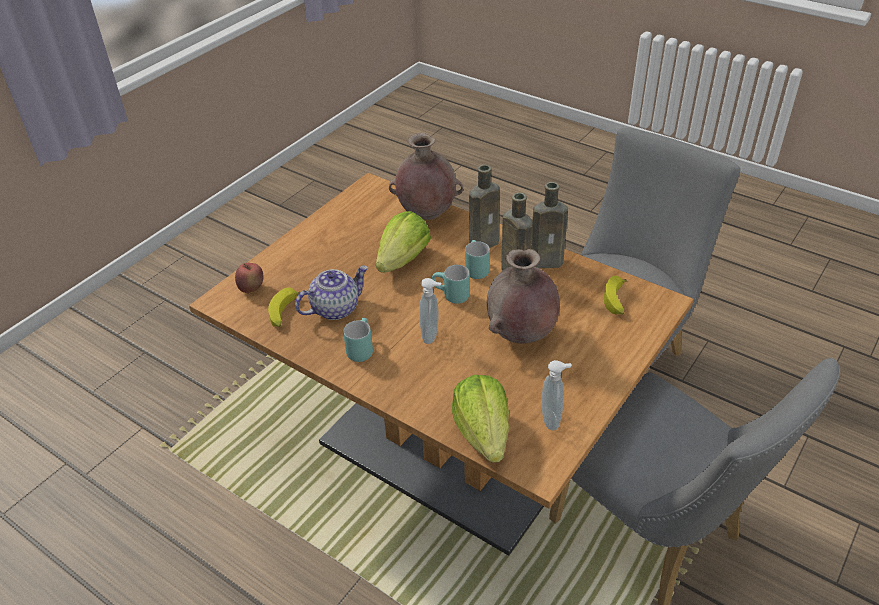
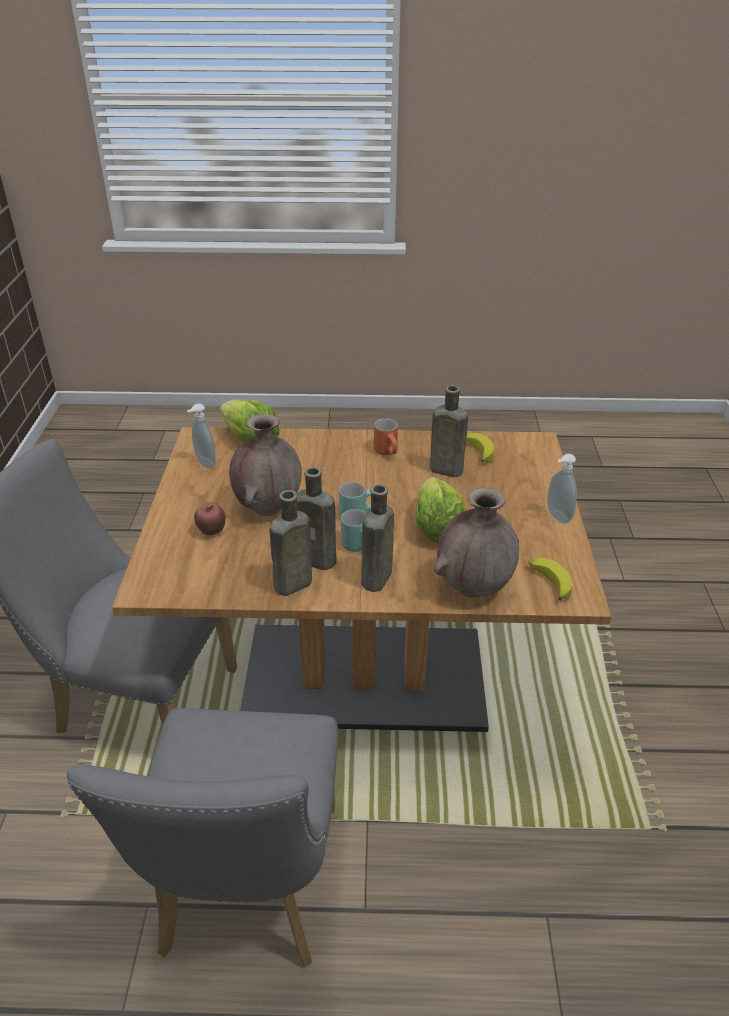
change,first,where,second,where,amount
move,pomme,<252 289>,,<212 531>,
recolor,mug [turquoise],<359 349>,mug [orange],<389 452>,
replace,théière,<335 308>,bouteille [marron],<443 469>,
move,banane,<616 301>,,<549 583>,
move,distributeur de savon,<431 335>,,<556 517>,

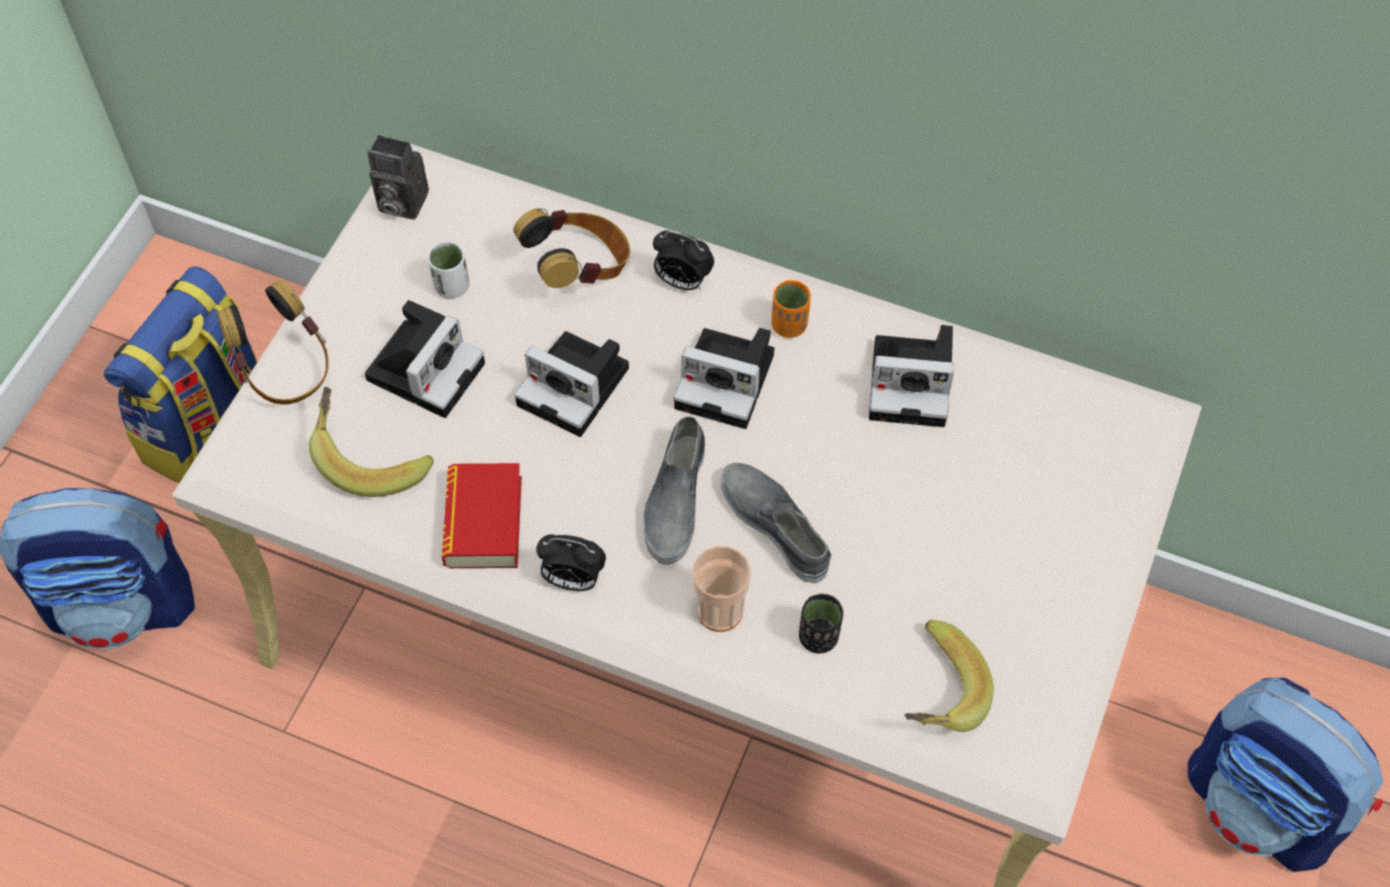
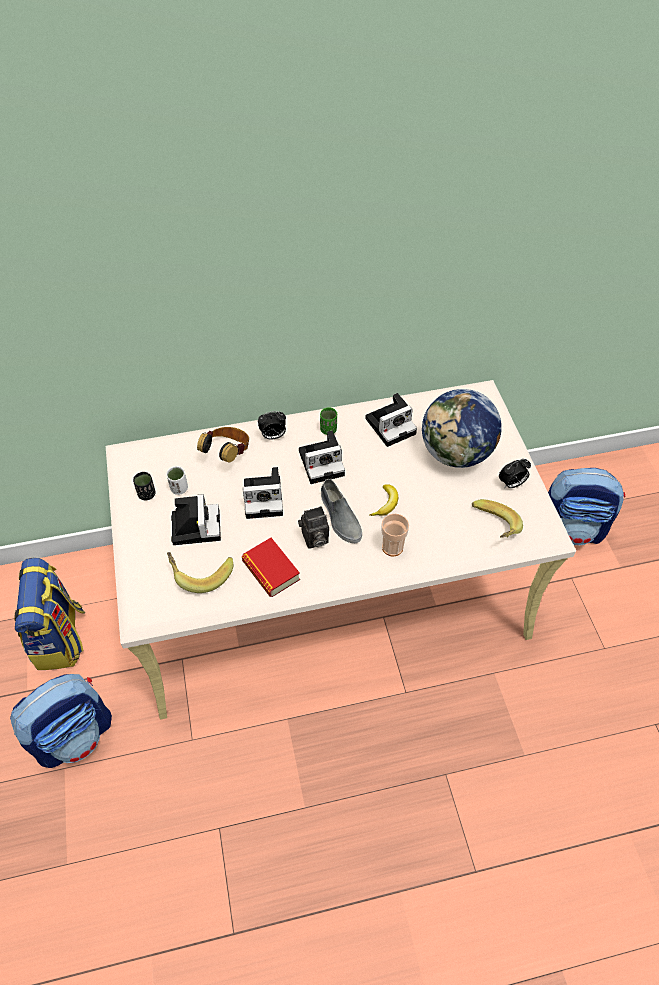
change,first,where,second,where,amount
move,tasse [noir],<818 637>,,<147 494>,
move,appareil photo,<399 203>,,<314 539>,
recolor,tasse [orange],<789 325>,tasse [vert],<328 429>,
replace,chaussure [gris],<776 525>,banane,<386 503>,
insert,,,globe,<456 453>,
move,réveil,<572 580>,,<511 484>,
delete,casque audio,<286 370>,,,

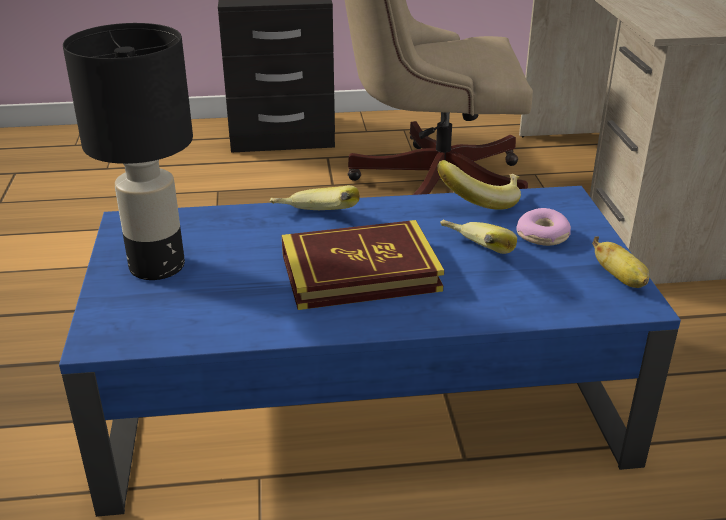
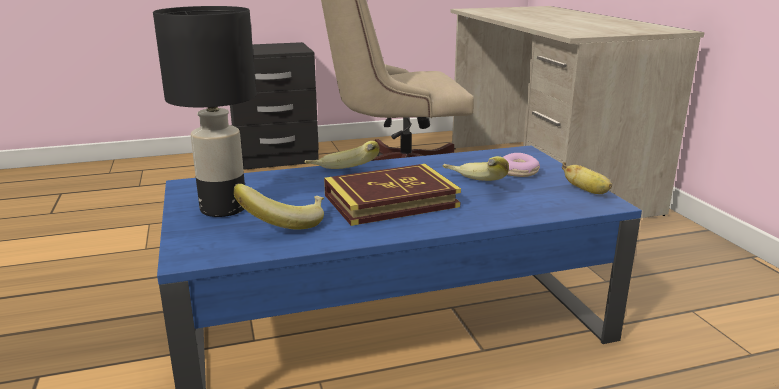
change,first,where,second,where,amount
move,banane,<480 200>,,<285 223>,

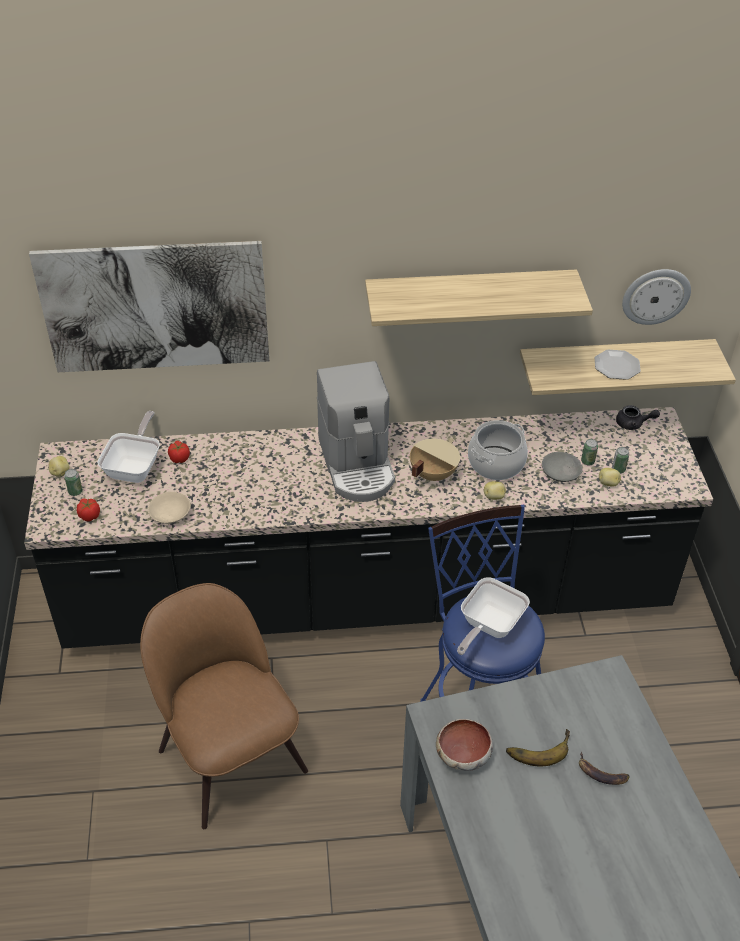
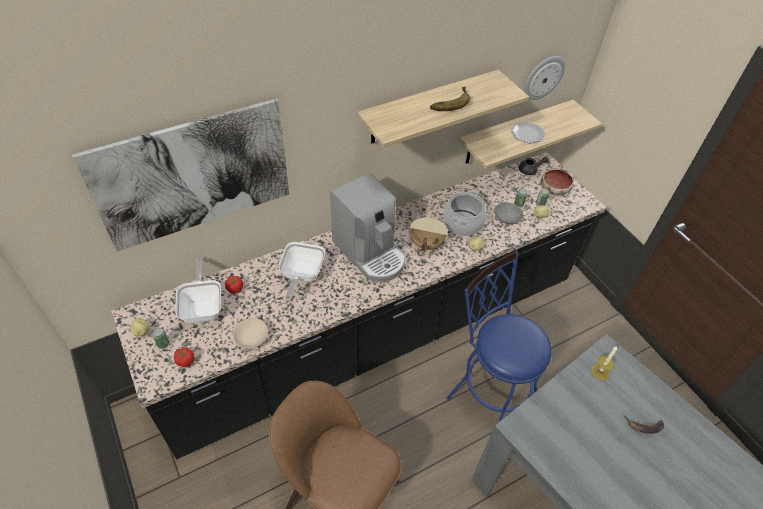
change,first,where,second,where,amount
move,poêle,<488 626>,,<301 276>,
move,banane,<537 747>,,<448 102>,
move,bol,<463 754>,,<554 189>,
insert,,,bougie,<600 372>,

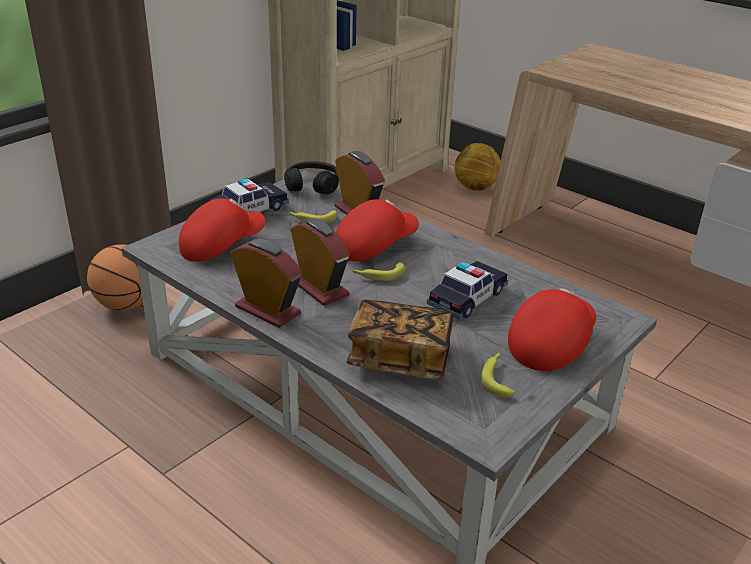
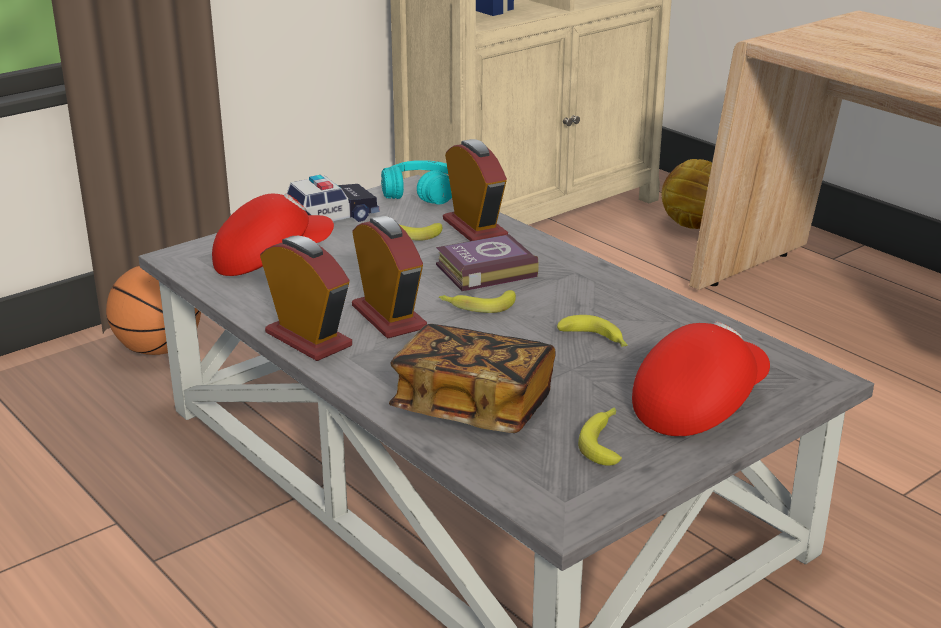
change,first,where,second,where,amount
recolor,casque audio [noir],<312 185>,casque audio [turquoise],<421 193>,
replace,casquette [rouge],<374 246>,livre,<483 270>,
replace,petite voiture,<467 298>,banane,<596 340>,

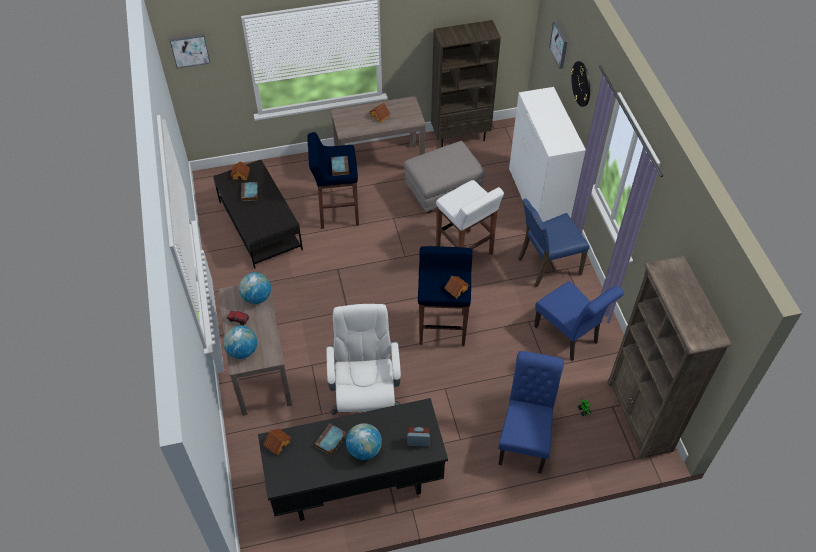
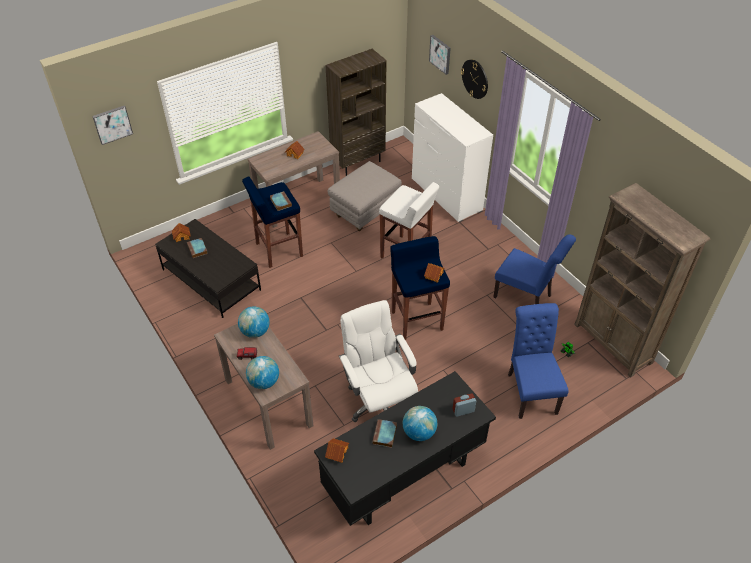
change,first,where,second,where,amount
delete,chaise [bleu],<547 265>,,,

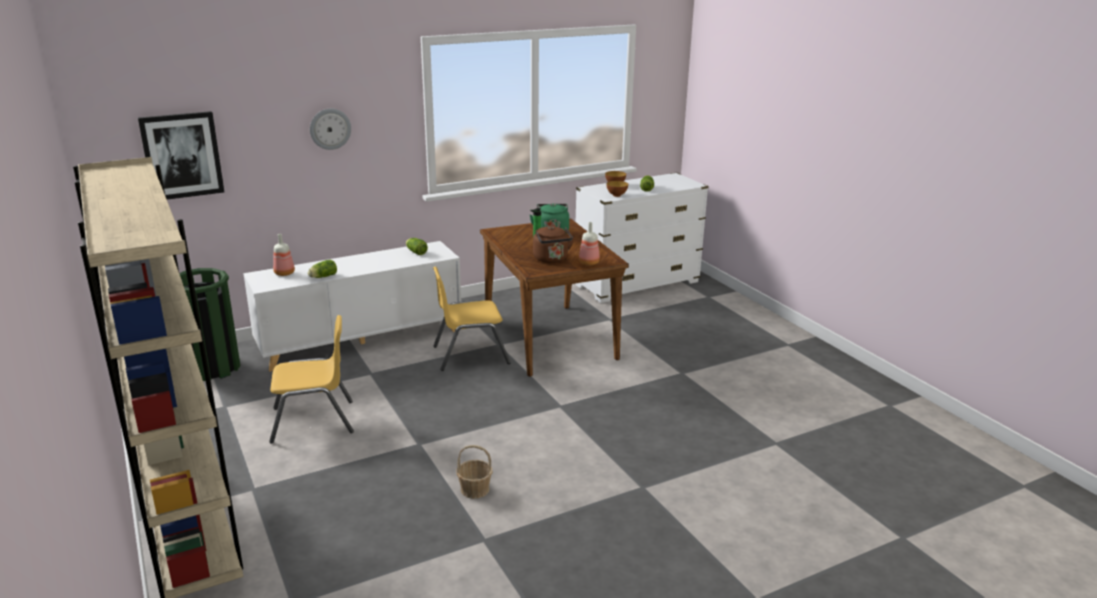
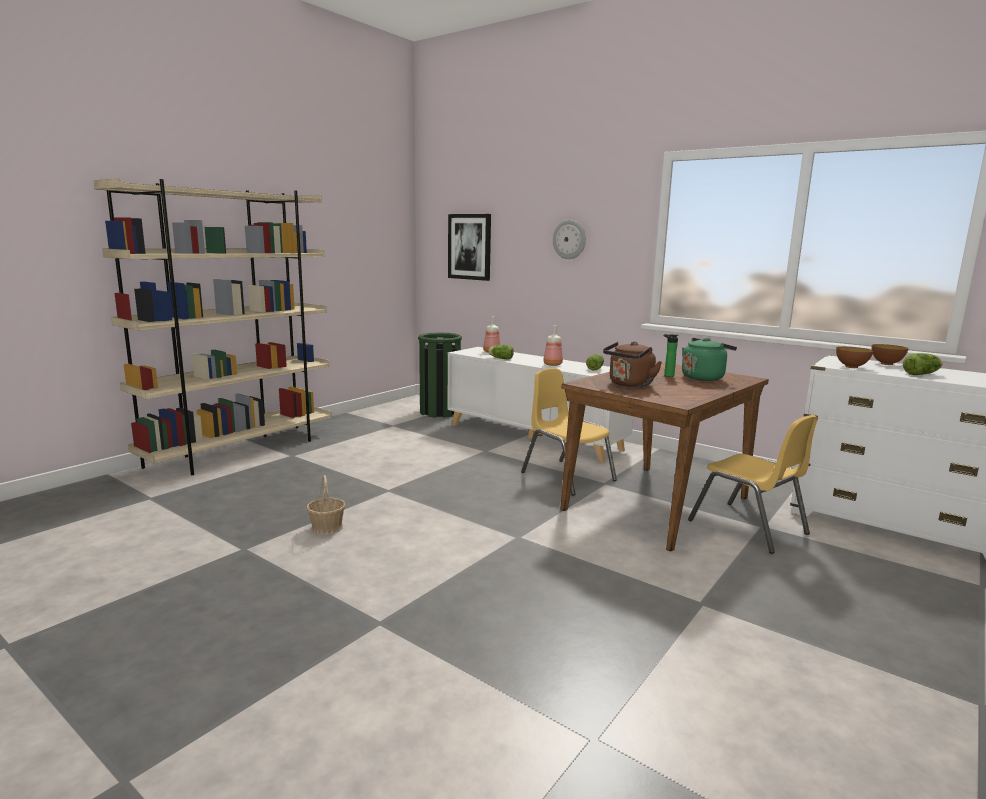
change,first,where,second,where,amount
move,bouteille,<589 263>,,<552 364>,
move,chaise [jaune],<313 421>,,<748 527>,

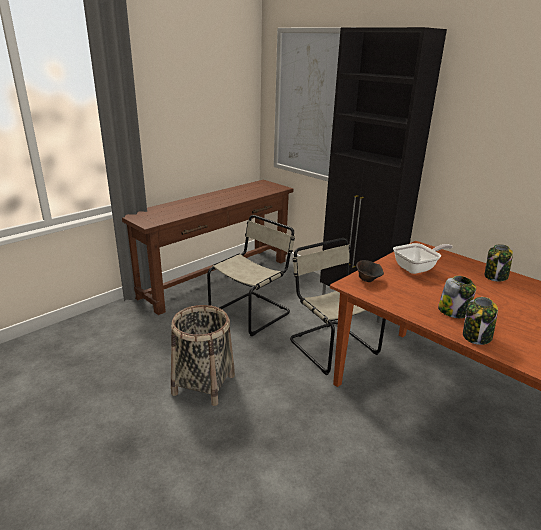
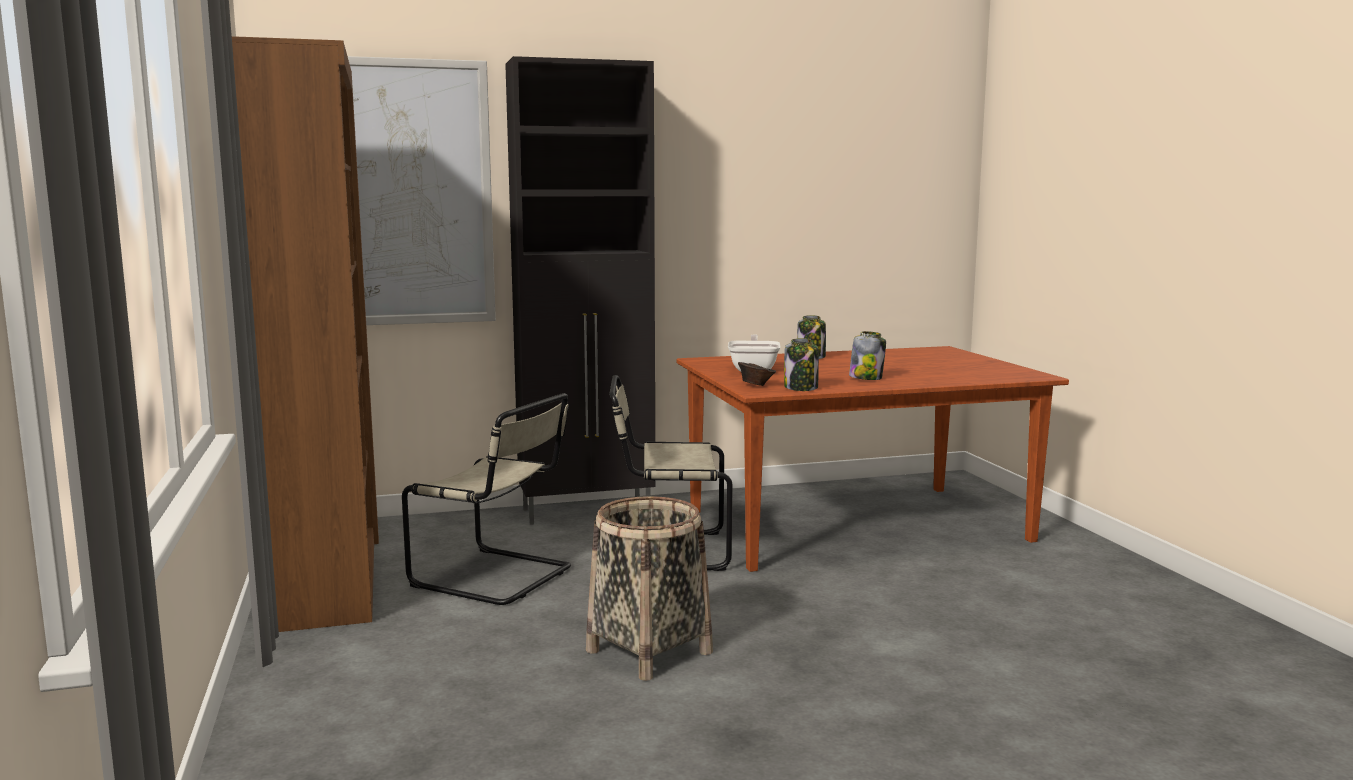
change,first,where,second,where,amount
replace,table console [marron],<216 278>,bibliothèque [marron],<323 580>,
rotate,chaise [beige],<252 312>,,<497 577>,135 degrees clockwise
move,bocal,<476 337>,,<801 388>,

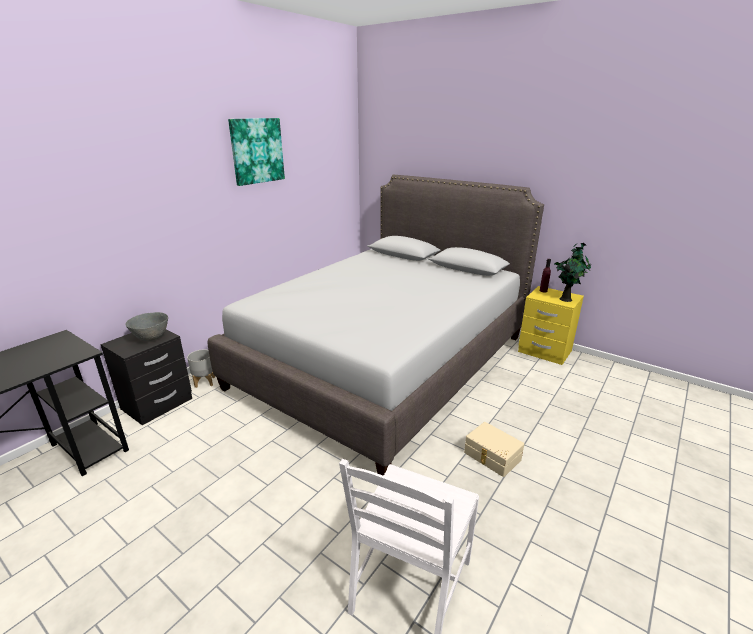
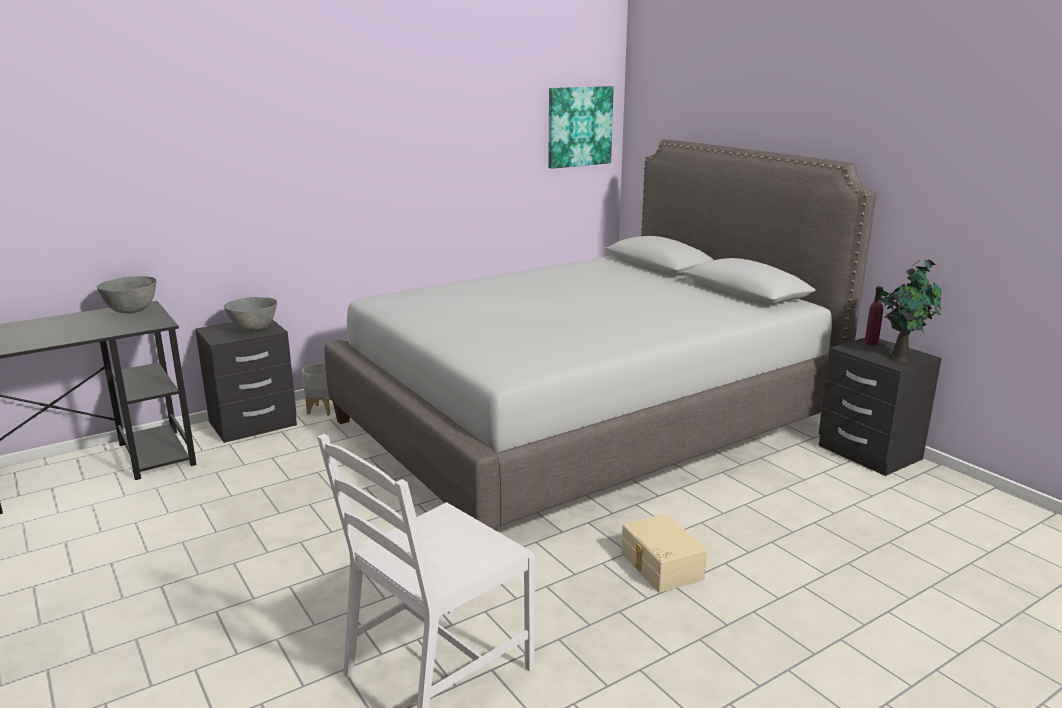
change,first,where,second,where,amount
insert,,,bol [gris],<131 311>,
move,tableau,<257 151>,,<579 126>,
recolor,table de chevet [jaune],<544 351>,table de chevet [noir],<869 453>,

